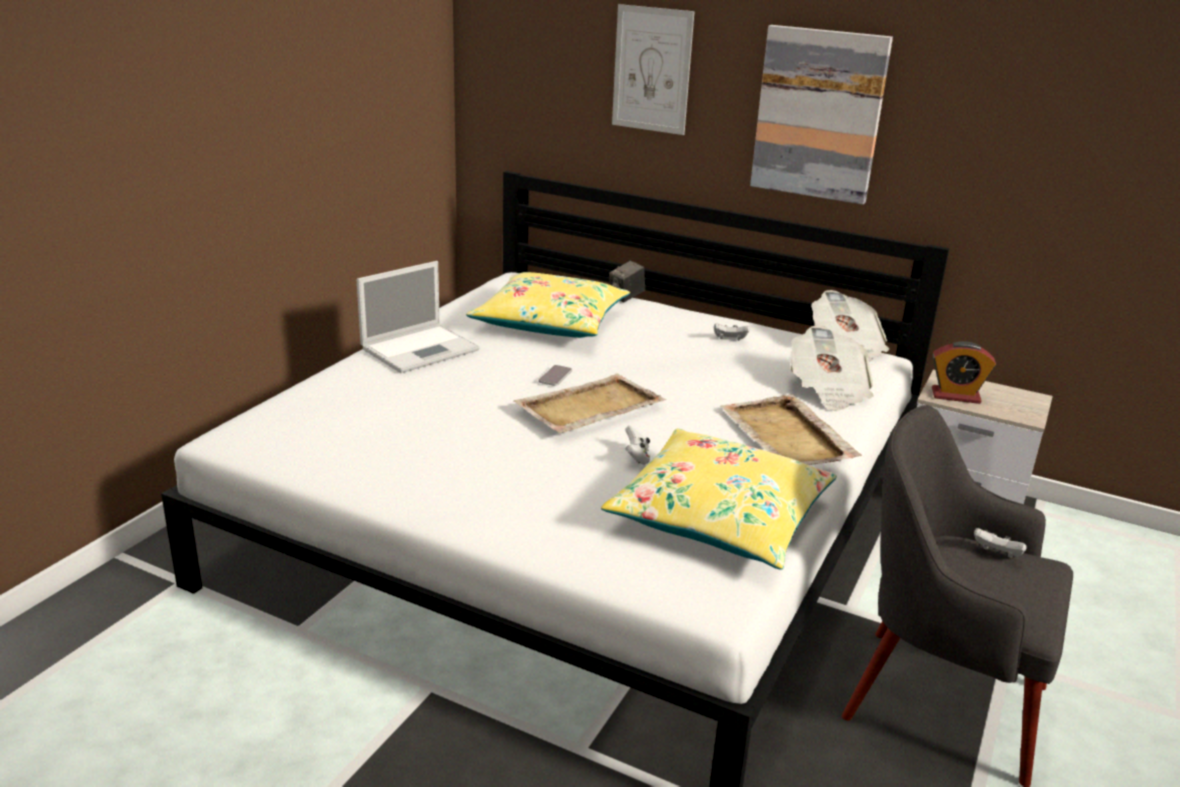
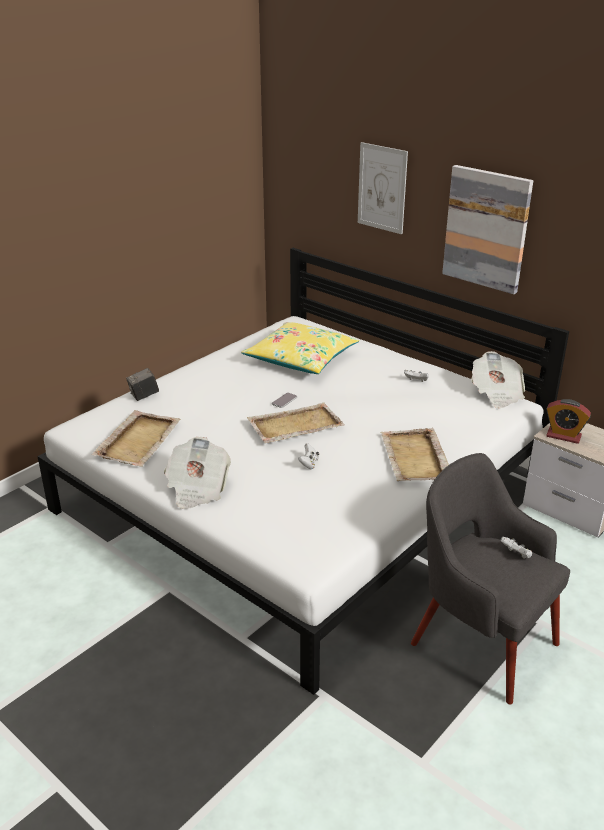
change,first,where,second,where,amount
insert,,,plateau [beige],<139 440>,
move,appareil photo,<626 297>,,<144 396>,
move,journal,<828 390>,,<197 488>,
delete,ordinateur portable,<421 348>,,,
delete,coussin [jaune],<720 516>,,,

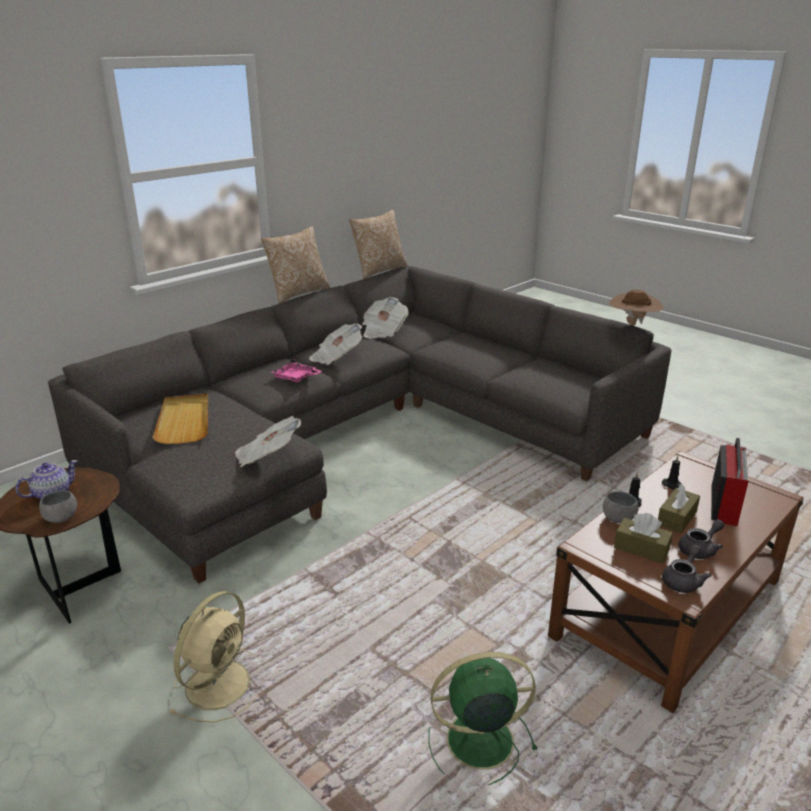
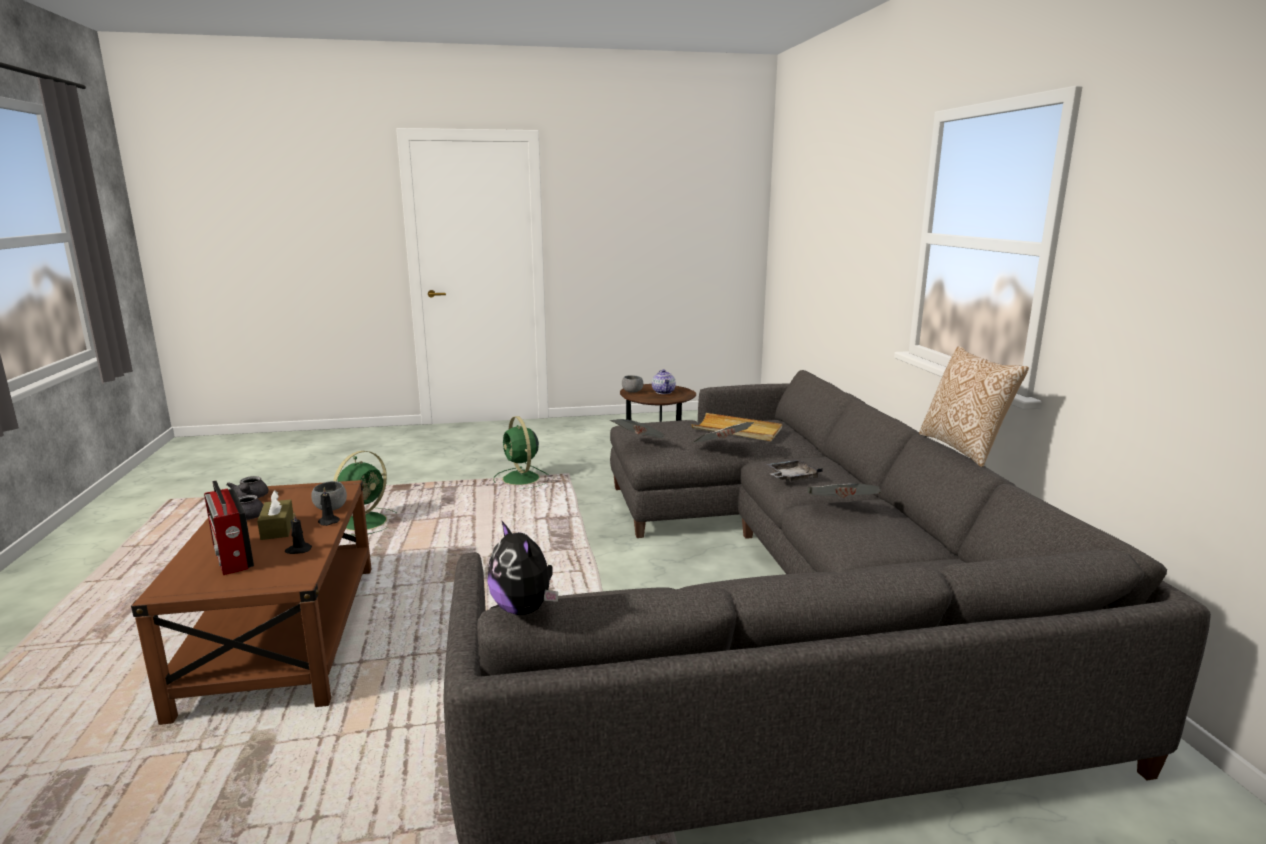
change,first,where,second,where,amount
replace,chapeau [marron],<632 324>,peluche,<524 609>,
recolor,ventilateur [beige],<220 682>,ventilateur [vert],<521 479>,
move,journal,<383 331>,,<721 448>,
recolor,plateau [rose],<296 378>,plateau [gris],<791 478>,
delete,coussin,<379 271>,,,
delete,boîte à mouchoirs [marron],<641 548>,,,

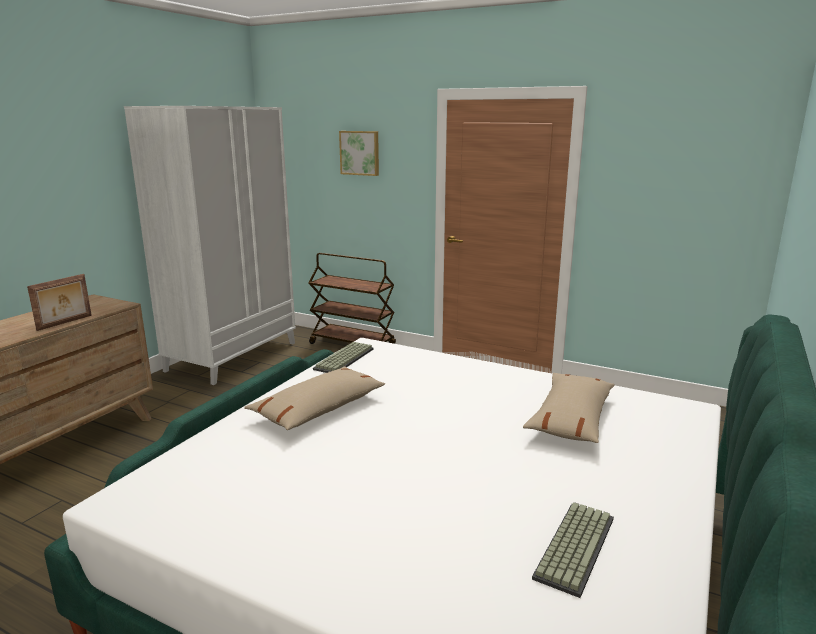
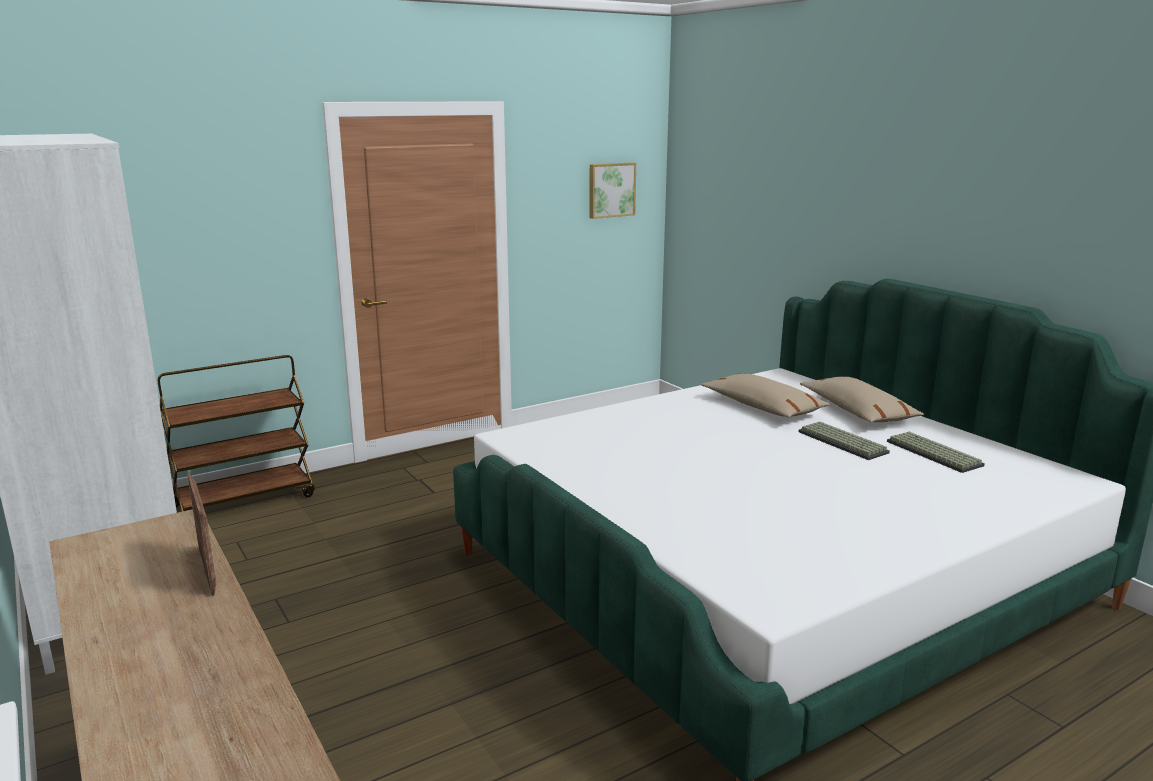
change,first,where,second,where,amount
move,tableau,<360 153>,,<611 190>,
move,clavier,<345 359>,,<844 442>,
move,coussin [beige],<319 409>,,<857 411>,

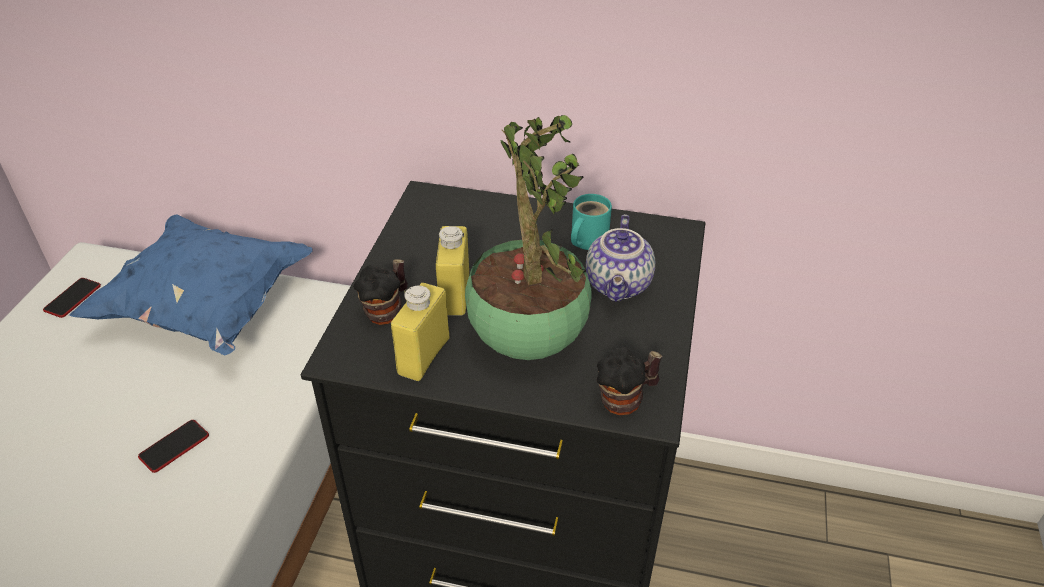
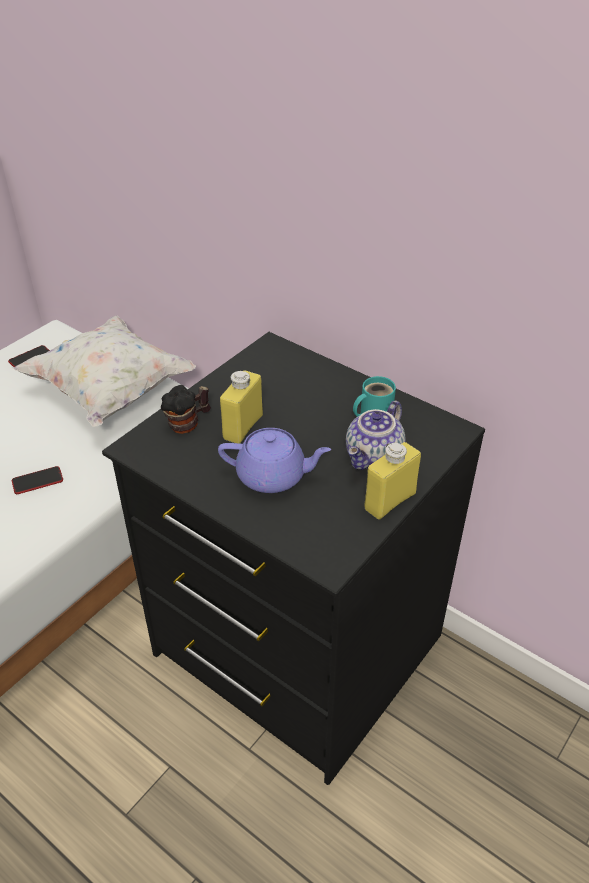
change,first,where,second,where,amount
recolor,coussin [bleu],<208 308>,coussin [blanc],<111 391>,
replace,plante en pot,<526 339>,théière [violet],<273 476>,
move,bouteille [jaune],<423 356>,,<390 501>,
delete,mug,<626 399>,,,

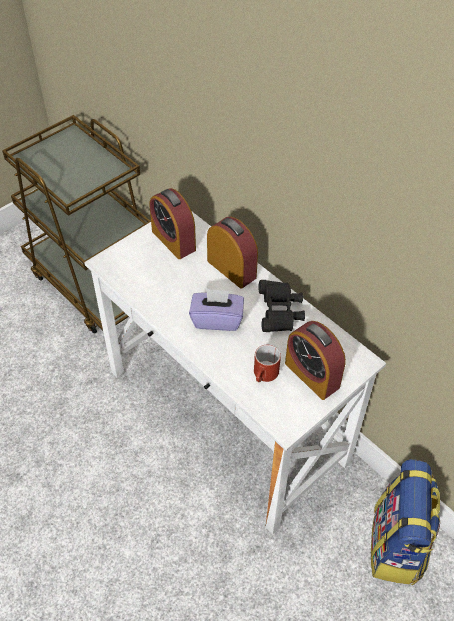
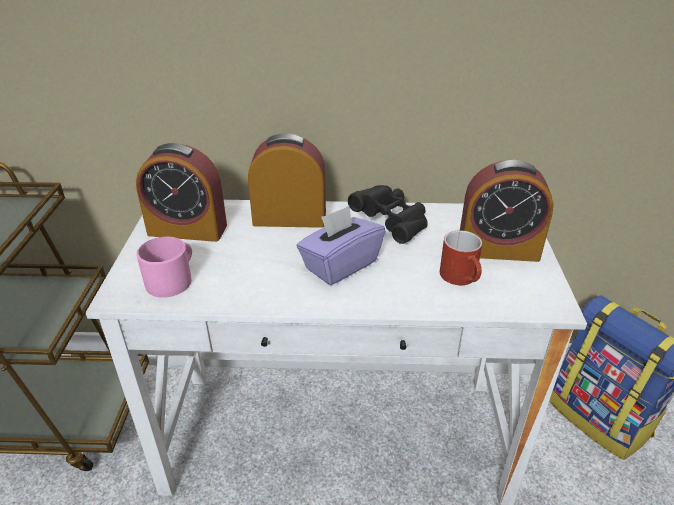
change,first,where,second,where,amount
insert,,,mug [rose],<173 279>,

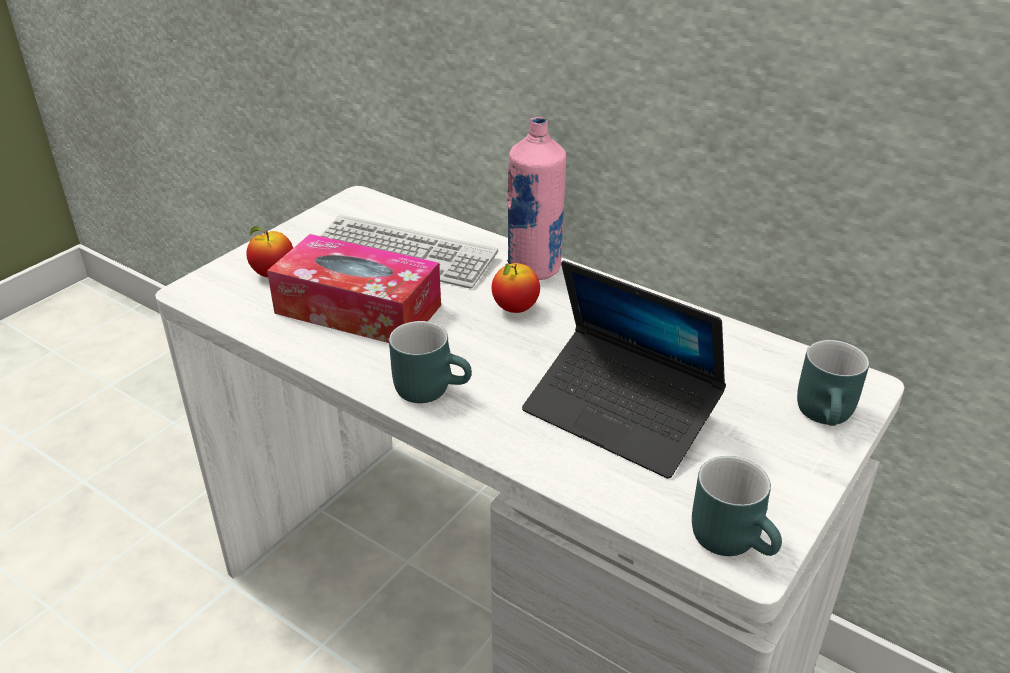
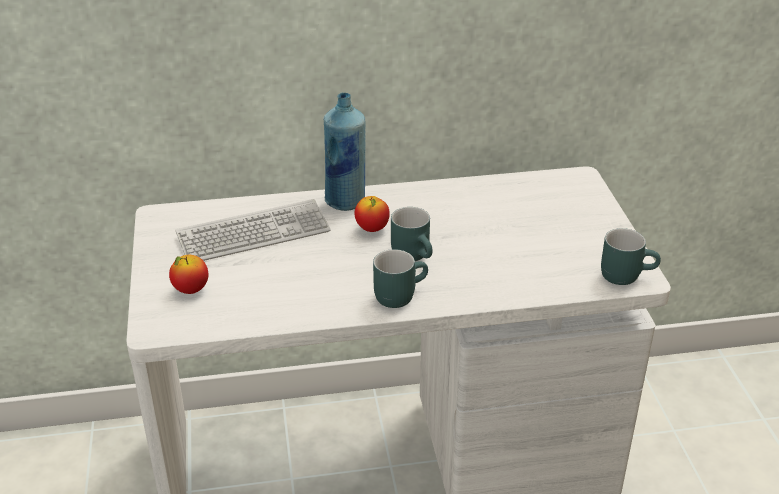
change,first,where,second,where,amount
recolor,bouteille [rose],<534 269>,bouteille [bleu],<346 201>,
move,mug [turquoise],<829 415>,,<415 254>,
delete,boîte à mouchoirs,<358 309>,,,
delete,ordinateur portable,<620 414>,,,

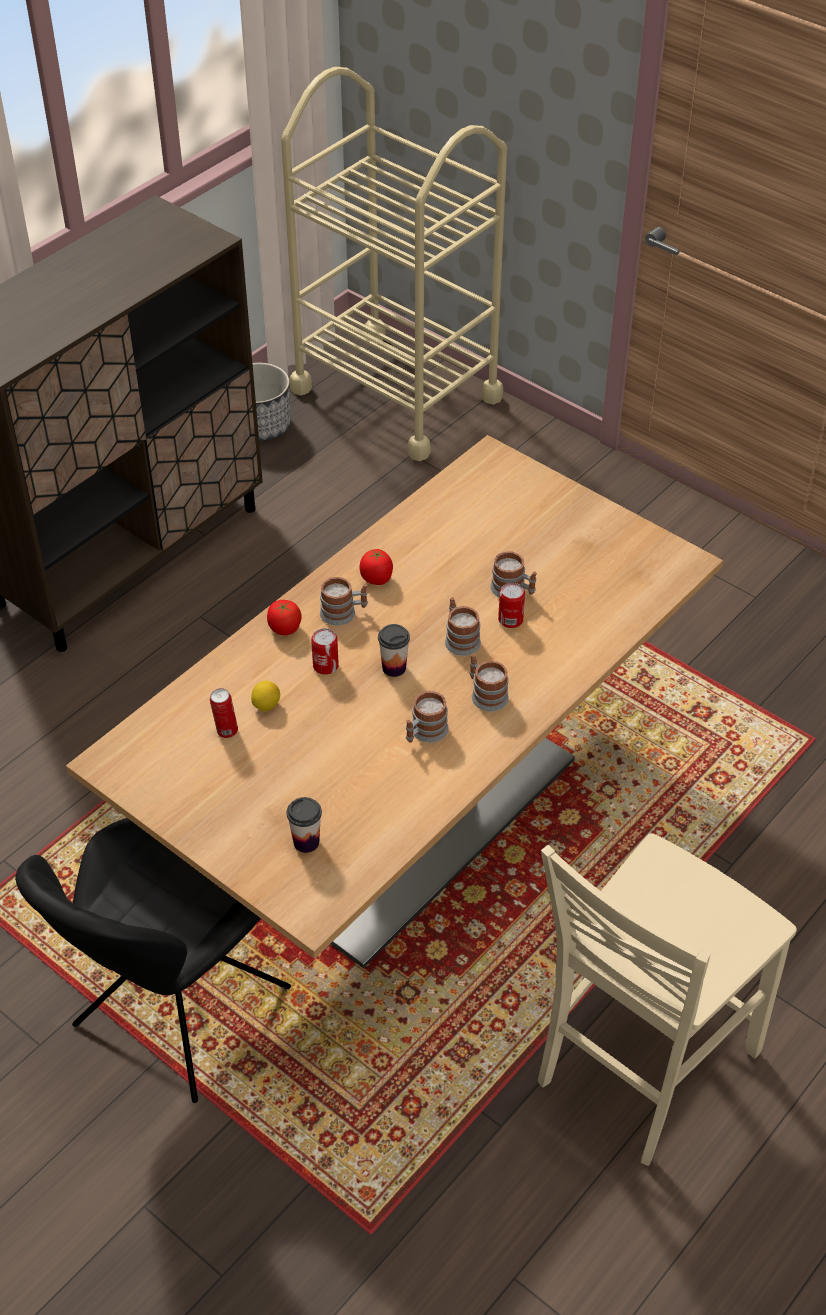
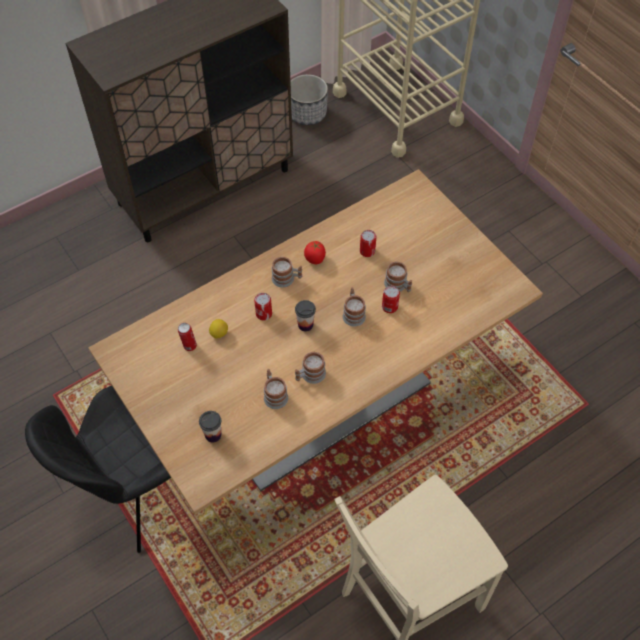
change,first,where,second,where,amount
move,mug,<485 694>,,<274 394>,
insert,,,boîte métallique,<367 251>,
delete,tomate,<284 629>,,,

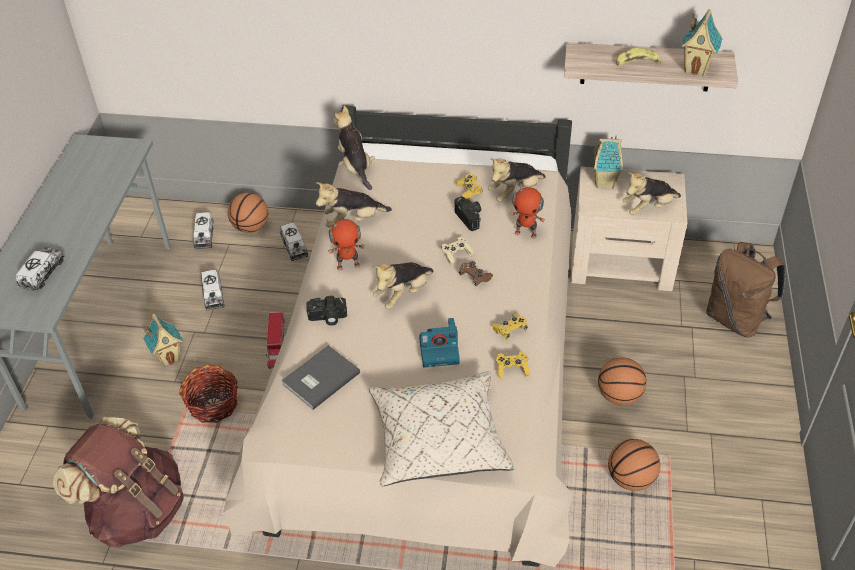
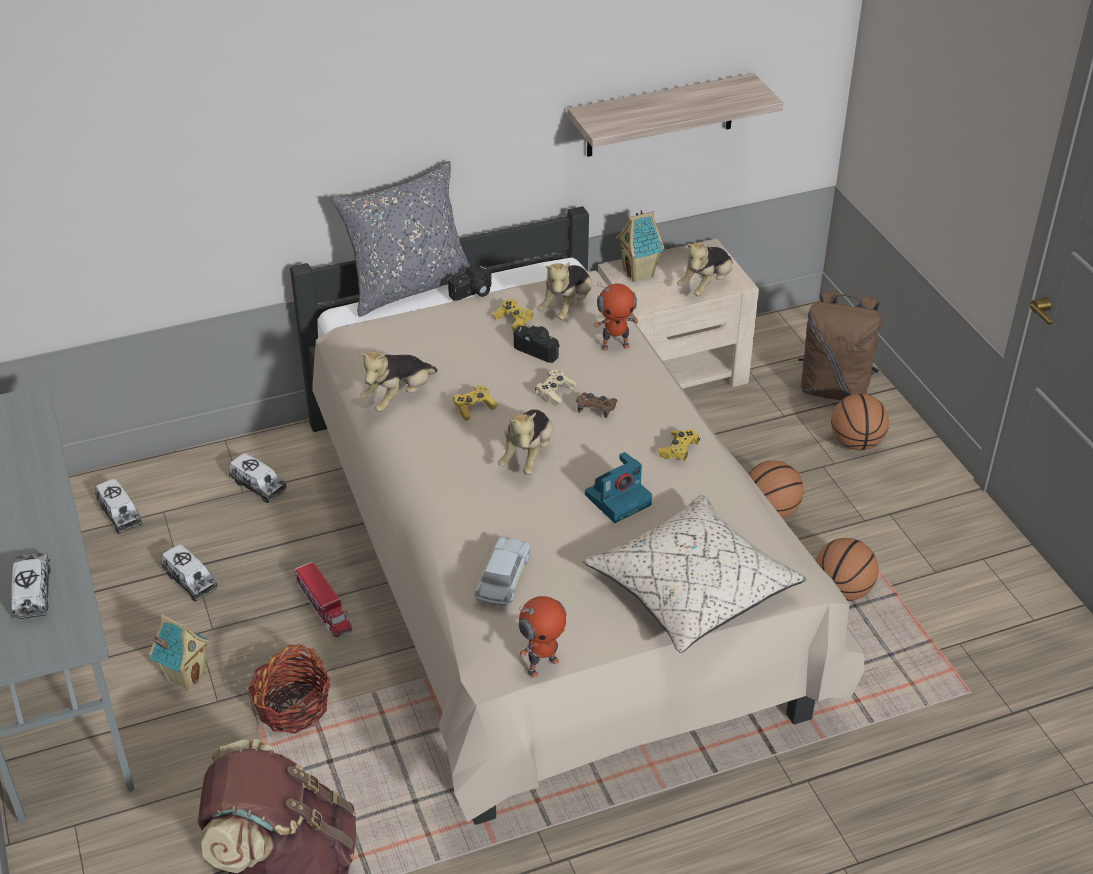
change,first,where,second,where,amount
insert,,,coussin [gris],<408 287>,
move,appareil photo,<327 318>,,<472 293>,
move,manette [jaune],<512 369>,,<474 408>,
replace,livre [gris],<319 378>,petite voiture [blanc],<503 579>,
move,robot jouet,<348 265>,,<542 665>,
move,ballon de basket,<251 227>,,<856 443>,
delete,peluche,<355 167>,,,
delete,banane,<636 63>,,,
delete,maison miniature,<697 68>,,,

